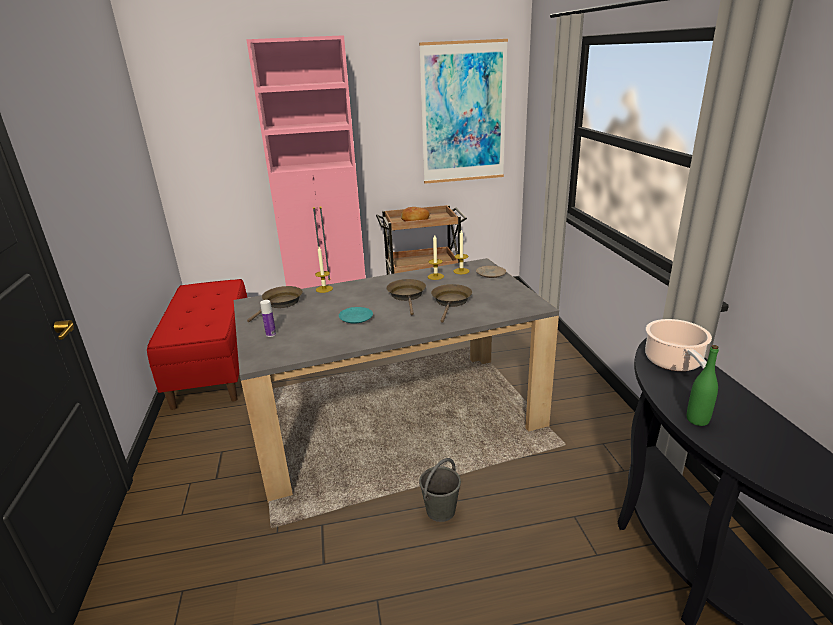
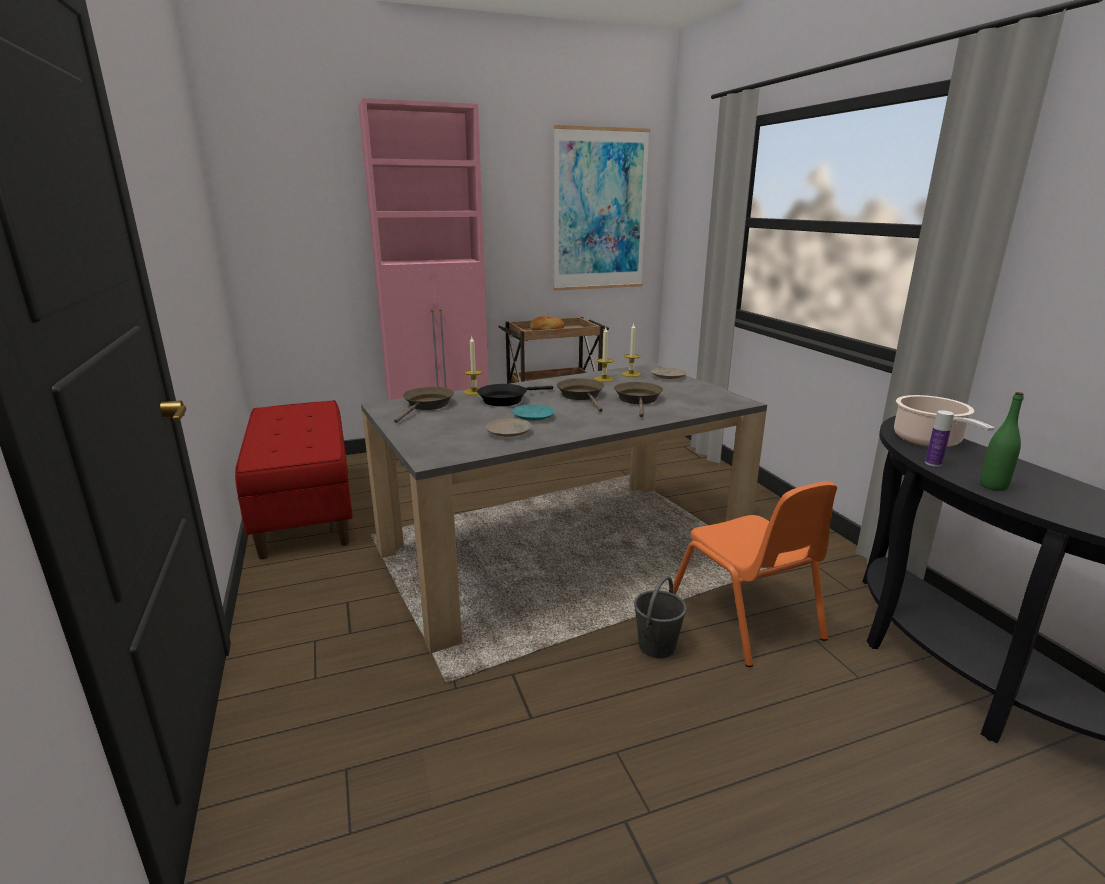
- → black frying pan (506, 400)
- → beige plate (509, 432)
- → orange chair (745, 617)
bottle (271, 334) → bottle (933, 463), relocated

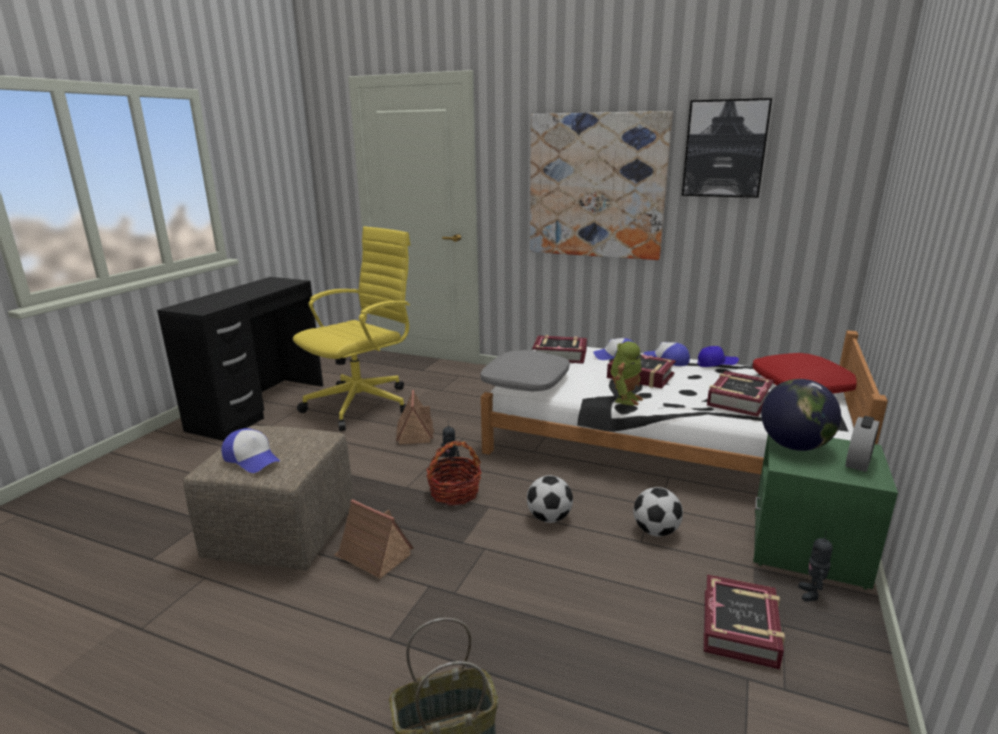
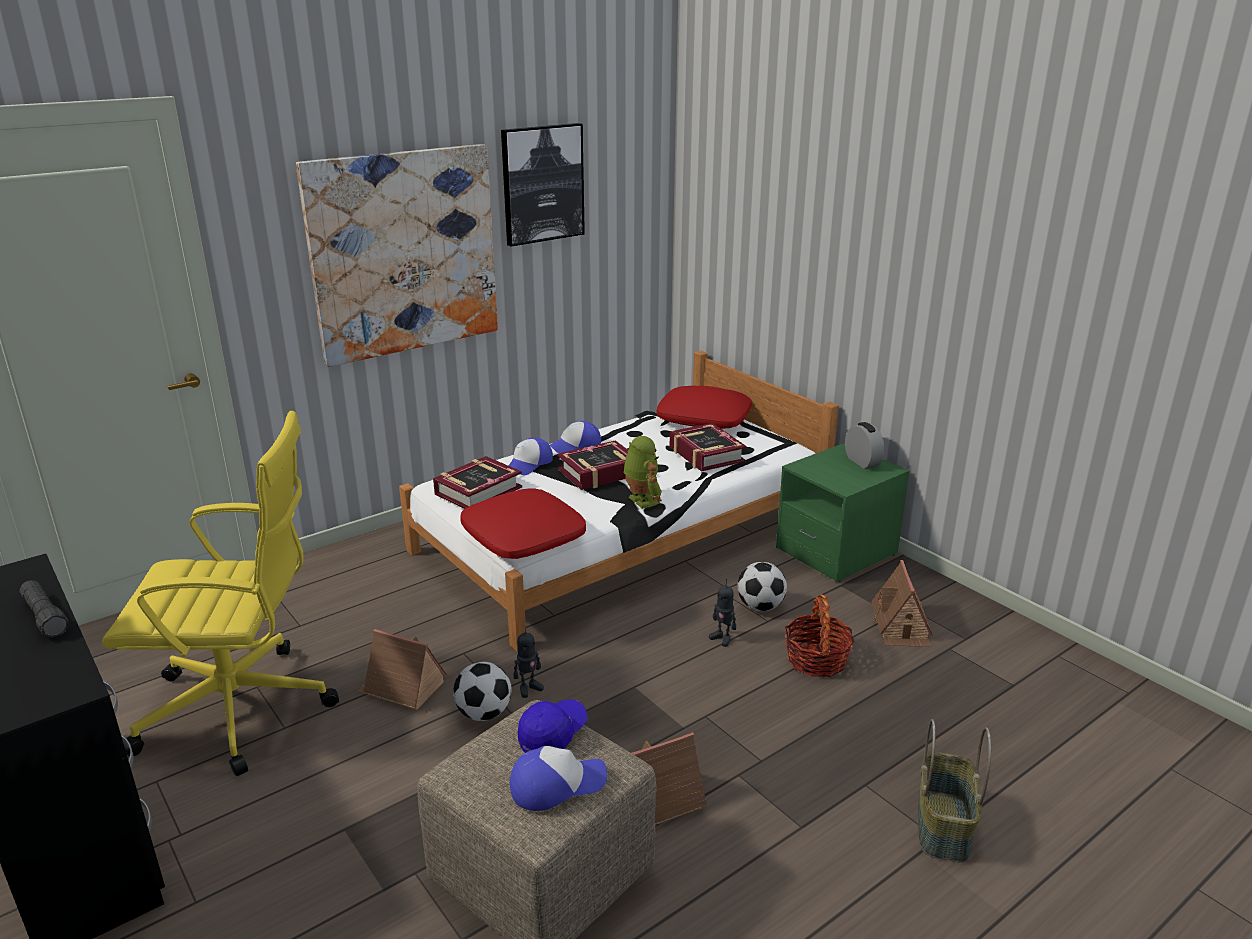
globe (794, 446) → -
- → black flashlight (45, 617)
basket (454, 493) → basket (816, 660), relocated
football (549, 518) → football (484, 714), relocated
blue cap (716, 365) → blue cap (552, 734), relocated
toy robot (811, 594) → toy robot (722, 638), relocated
book (740, 628) → toy house (901, 626)
grey pillow (526, 382) → red pillow (524, 536)
yellow office chair (363, 404) → yellow office chair (242, 709), 105 degrees clockwise

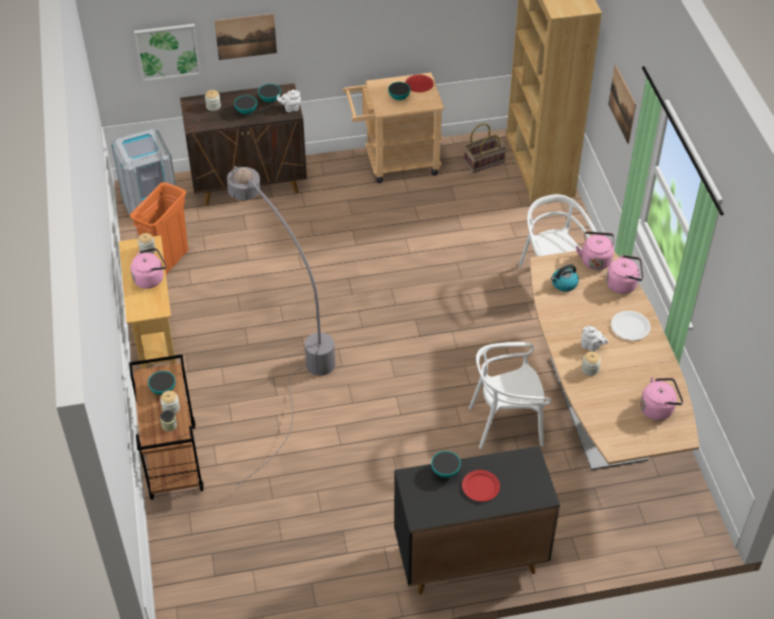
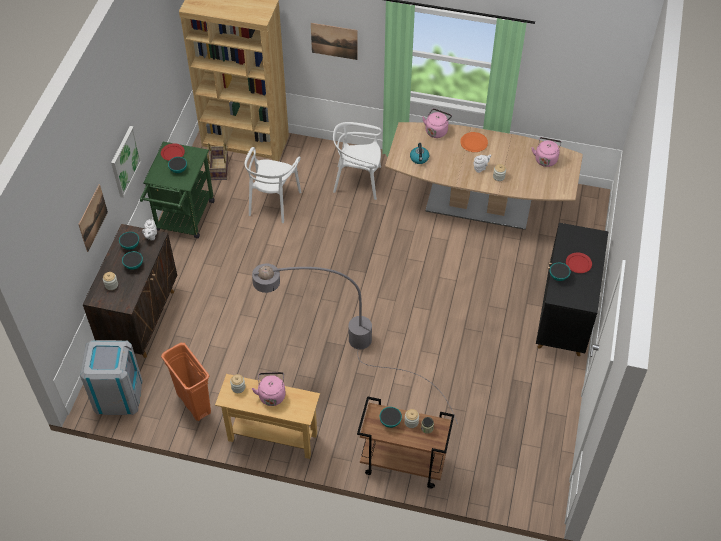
pink kettle (595, 260) → -
picture (167, 51) → picture (125, 161), relocated
white chair (506, 423) → white chair (273, 202), relocated
beige cart (394, 163) → green cart (183, 220)
white plate (630, 326) → orange plate (473, 143)

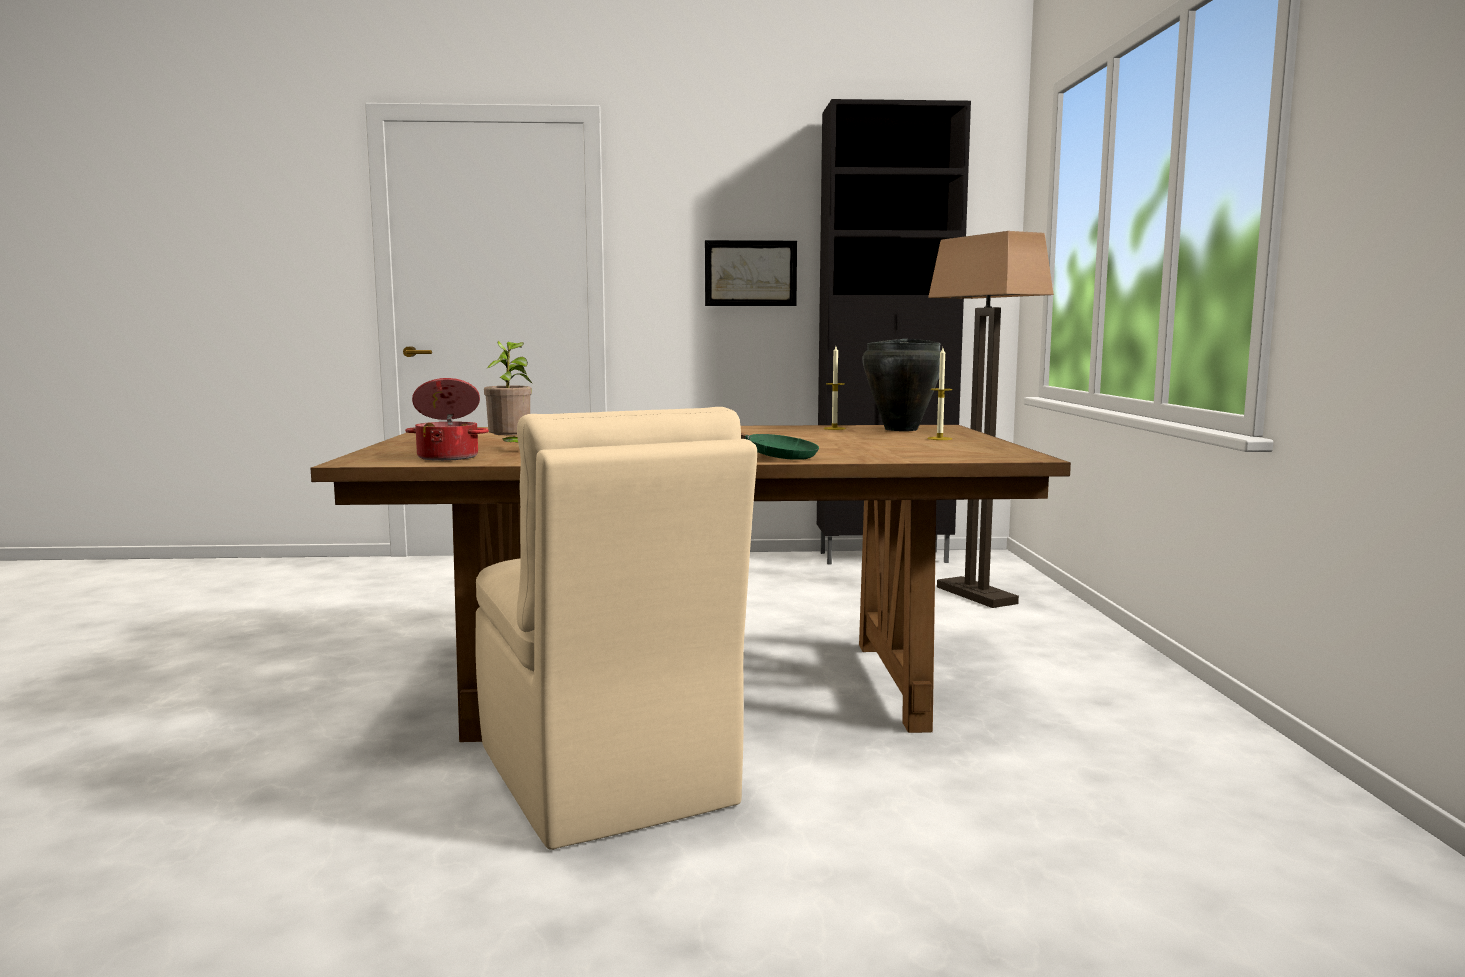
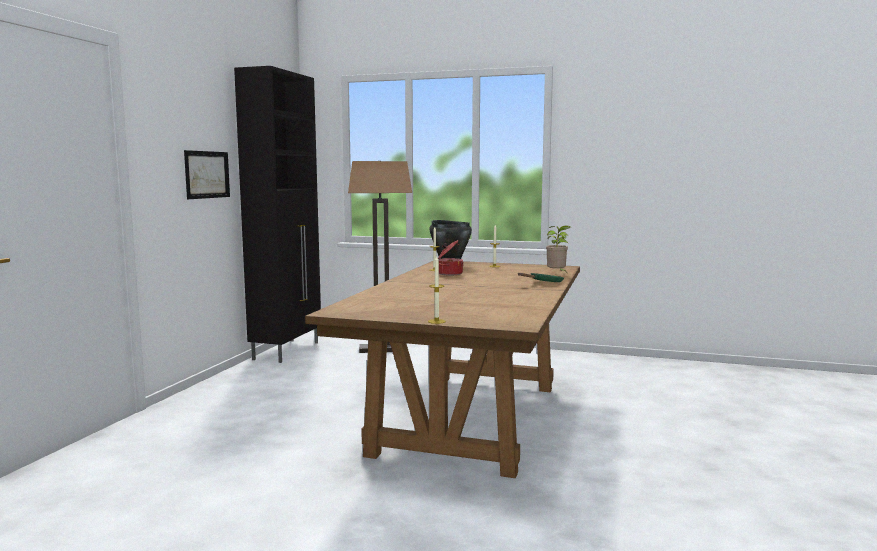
beige chair (605, 778) → -
- → candle (436, 321)
cooking pot (448, 457) → cooking pot (449, 273), relocated
potted plant (511, 449) → potted plant (557, 274), relocated

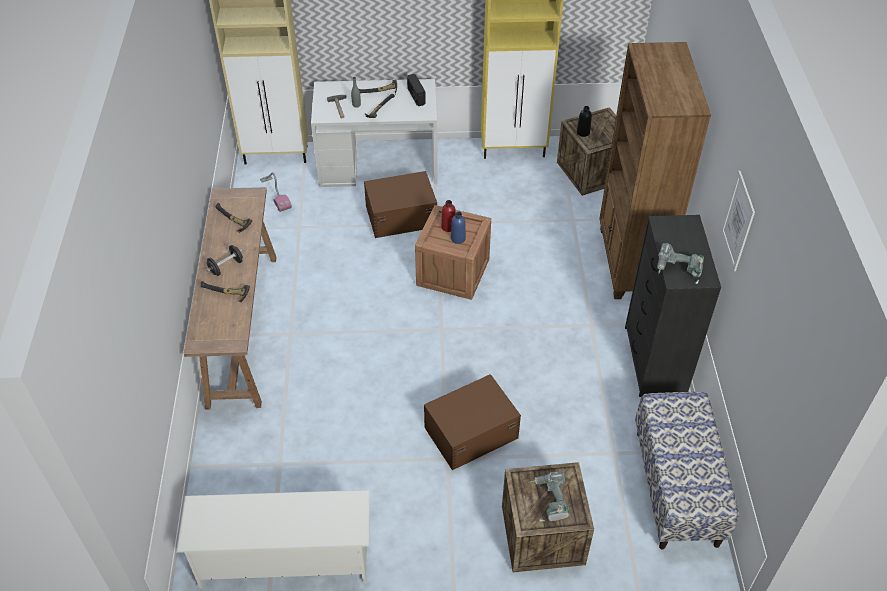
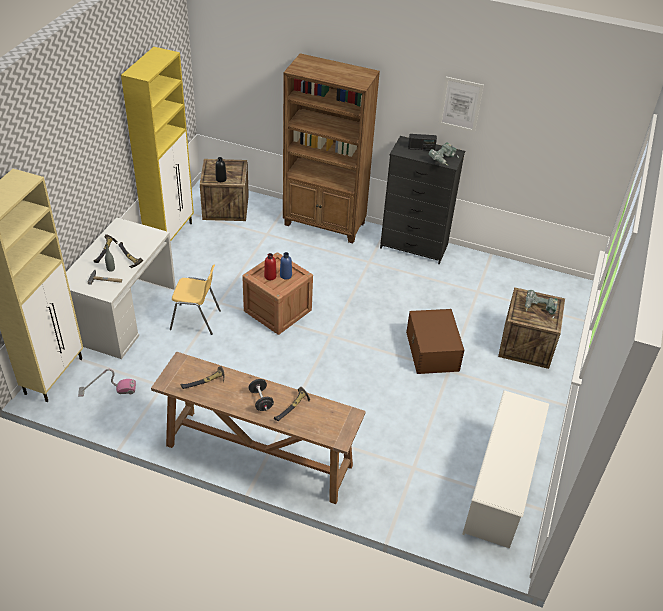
bench (677, 487) → -
radio (416, 96) → radio (421, 148), relocated
brown storage box (400, 216) → yellow chair (196, 320)

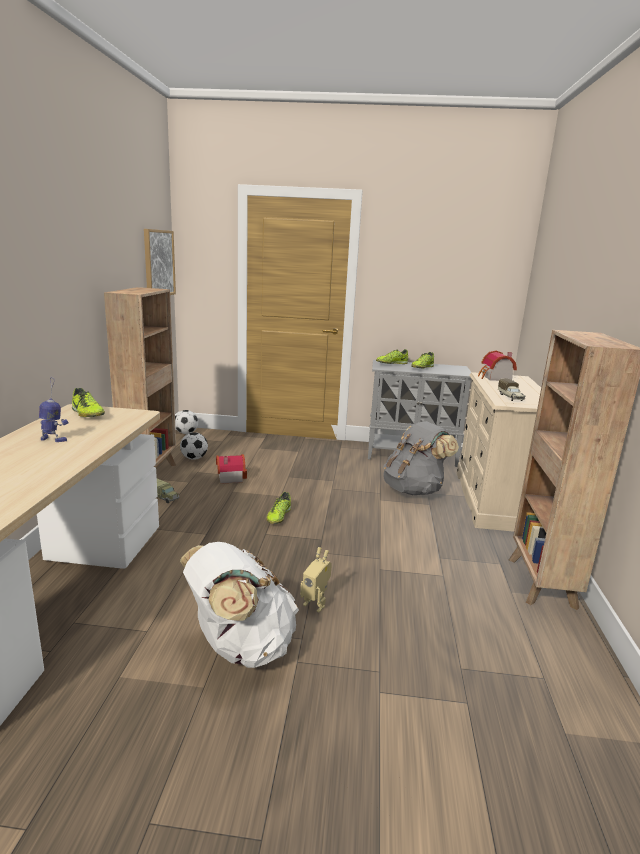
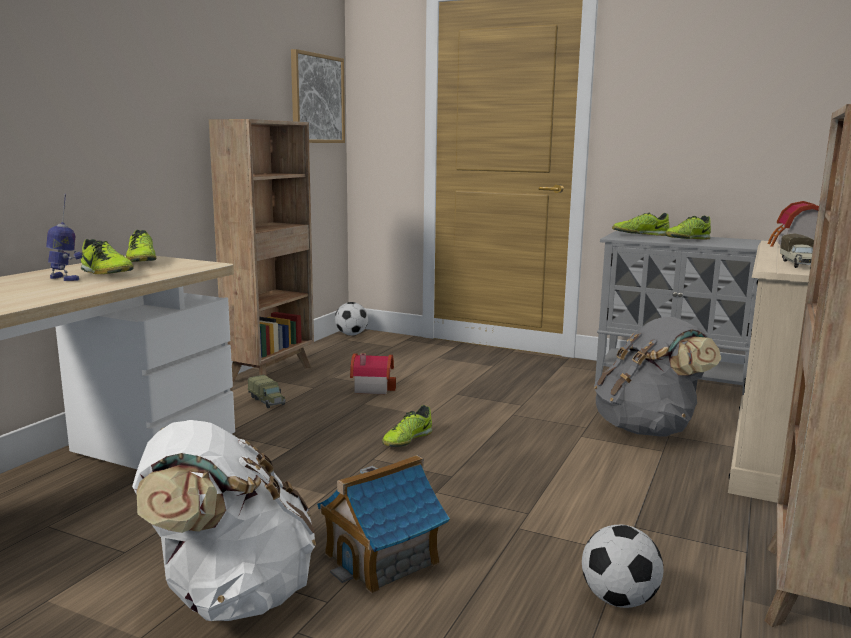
- → shoe (106, 274)
football (194, 458) → football (619, 600), relocated
toy robot (316, 604) → toy house (382, 558)

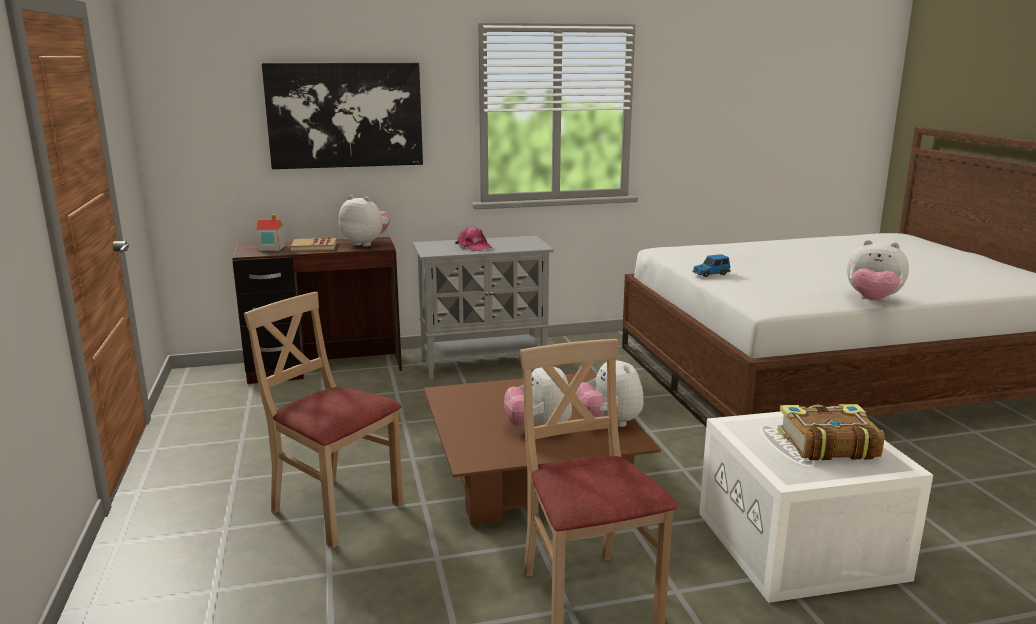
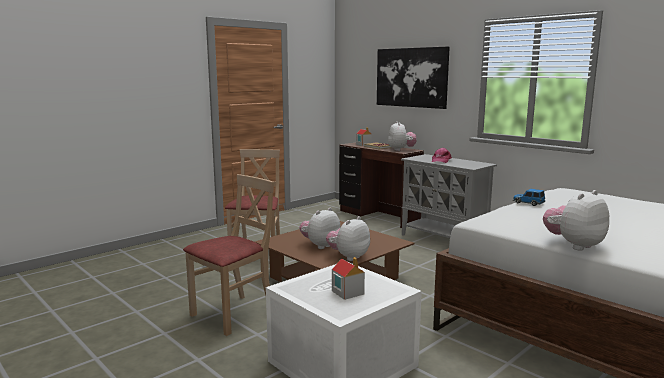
book (826, 444) → toy house (347, 292)
plush toy (872, 301) → plush toy (574, 245), 60 degrees clockwise

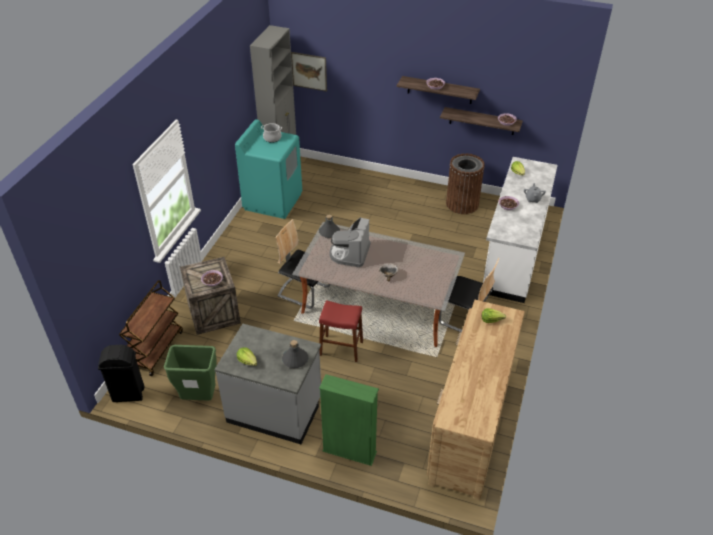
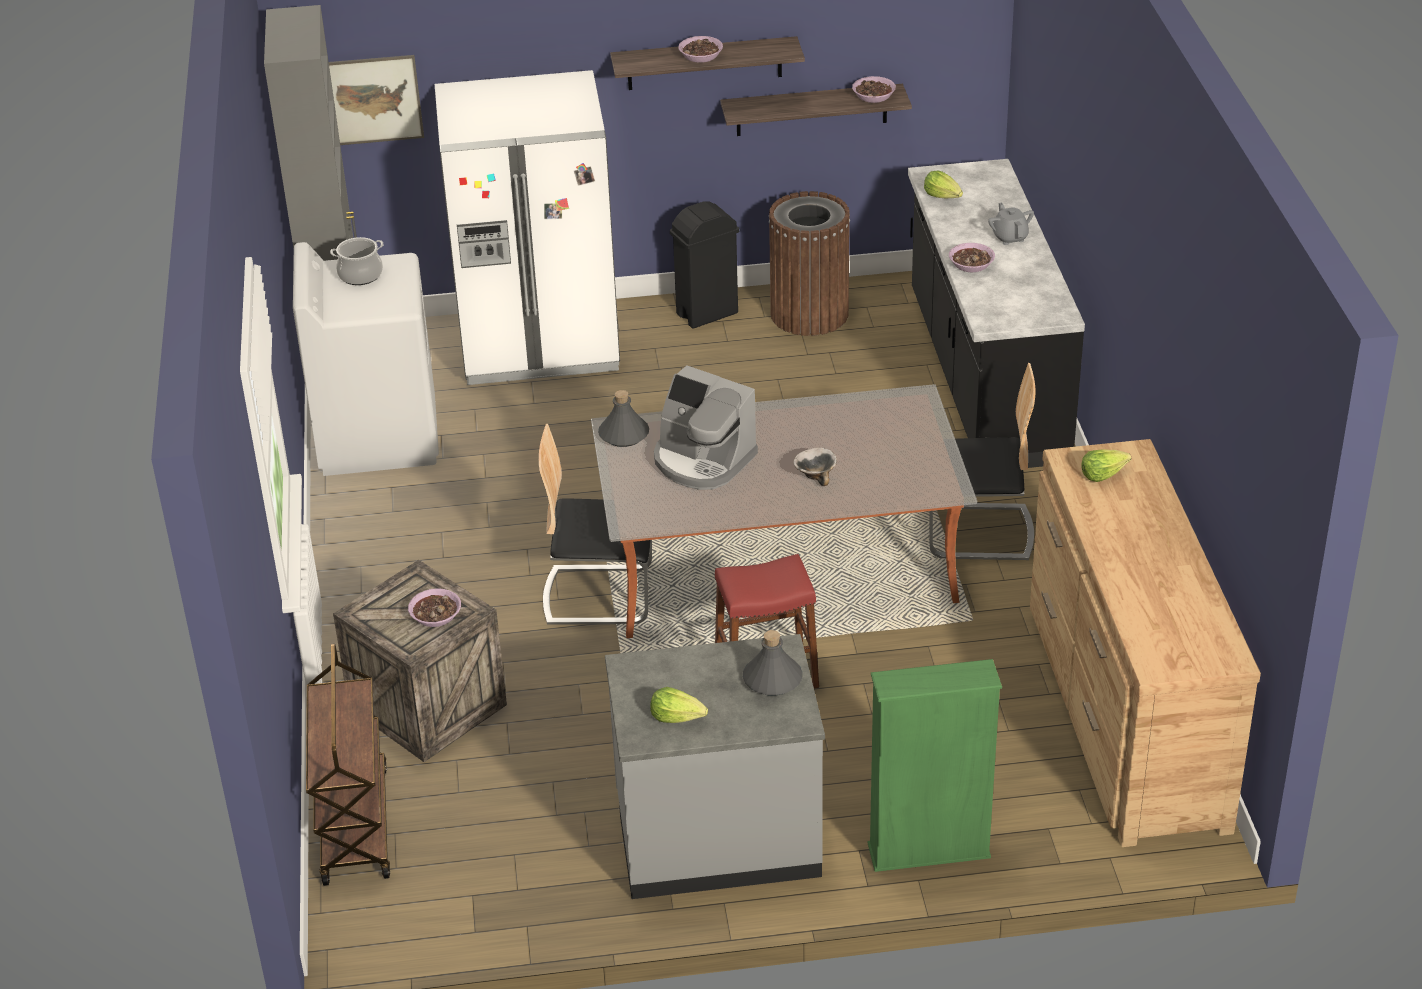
green trash can (200, 398) → -
- → white fridge (539, 344)
black trash can (128, 394) → black trash can (706, 314), relocated
turquoise washing machine (273, 201) → white washing machine (377, 436)
white counter (513, 254) → black counter (984, 378)
coffee machine (350, 253) → coffee machine (702, 461), 45 degrees counterclockwise

